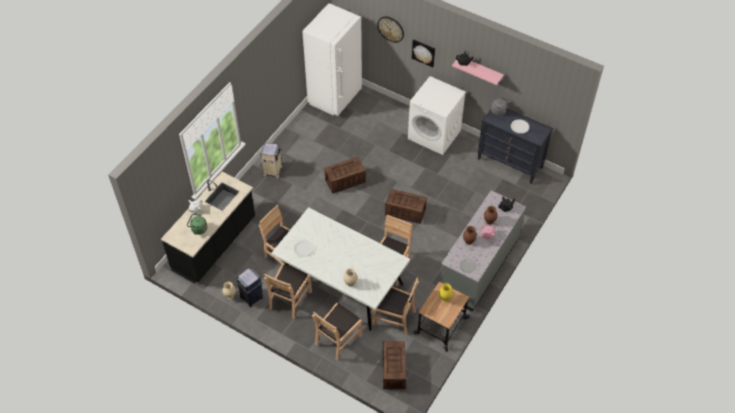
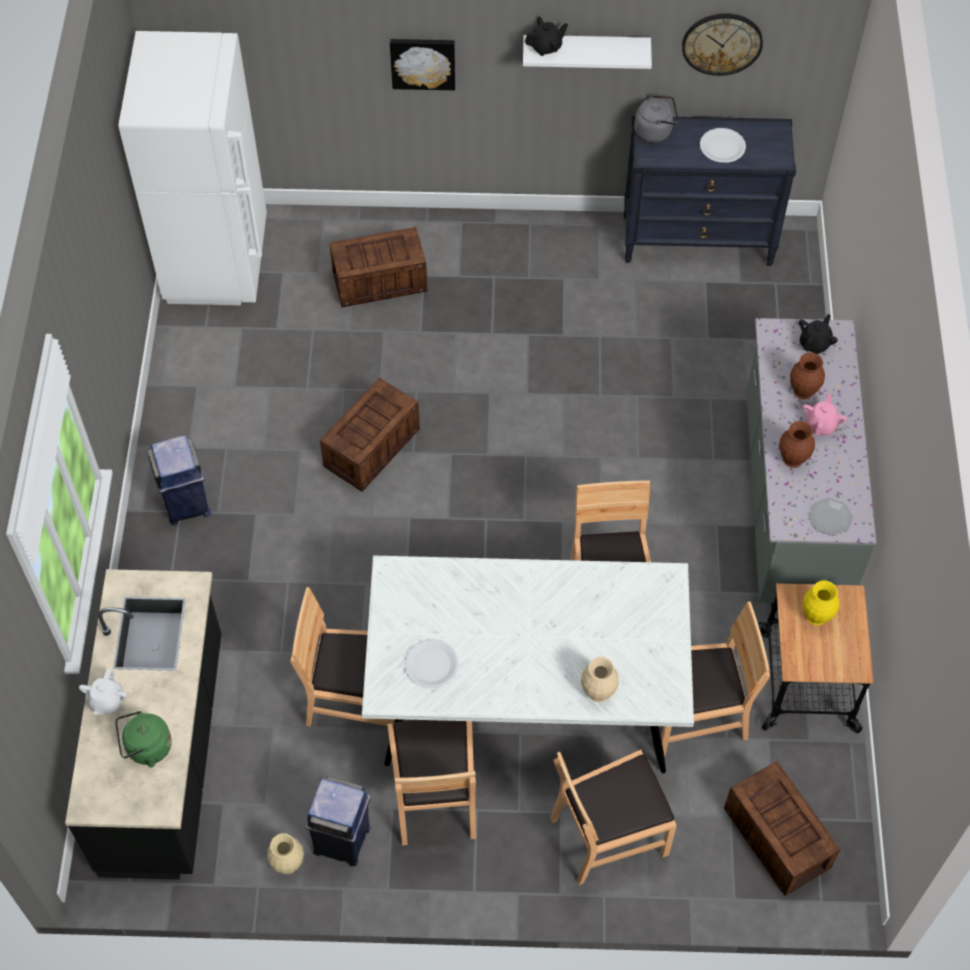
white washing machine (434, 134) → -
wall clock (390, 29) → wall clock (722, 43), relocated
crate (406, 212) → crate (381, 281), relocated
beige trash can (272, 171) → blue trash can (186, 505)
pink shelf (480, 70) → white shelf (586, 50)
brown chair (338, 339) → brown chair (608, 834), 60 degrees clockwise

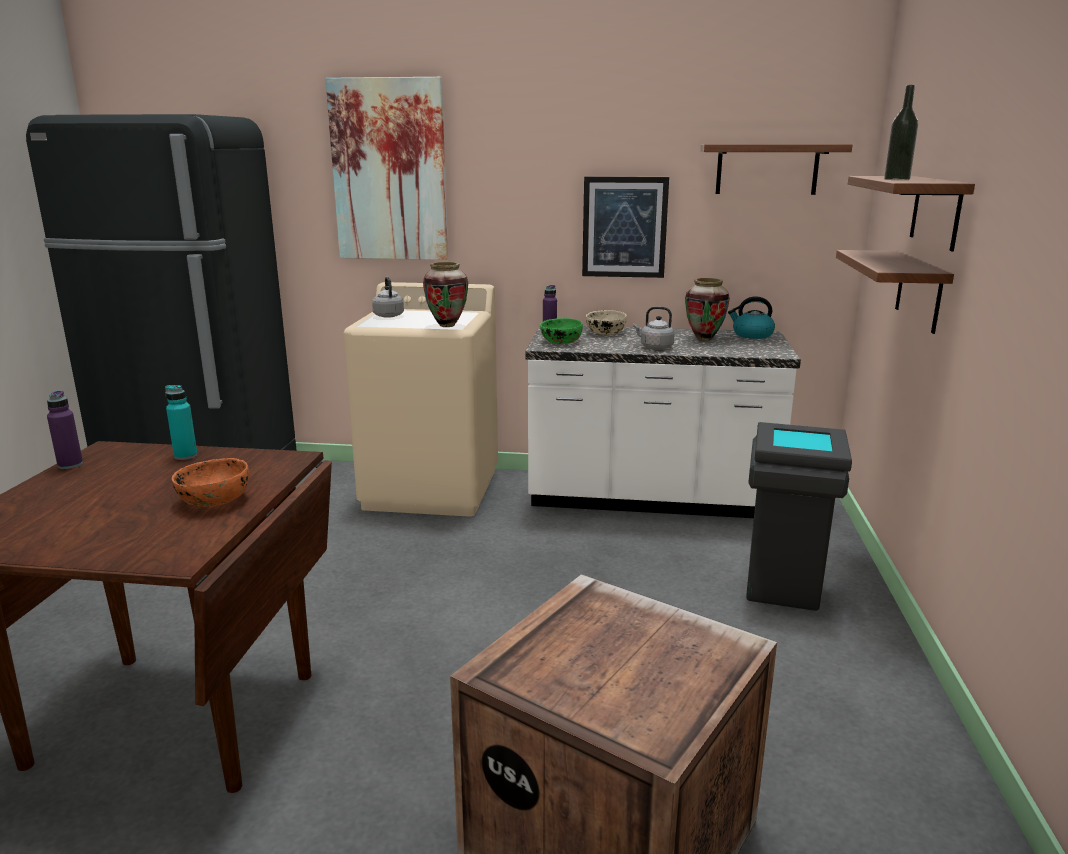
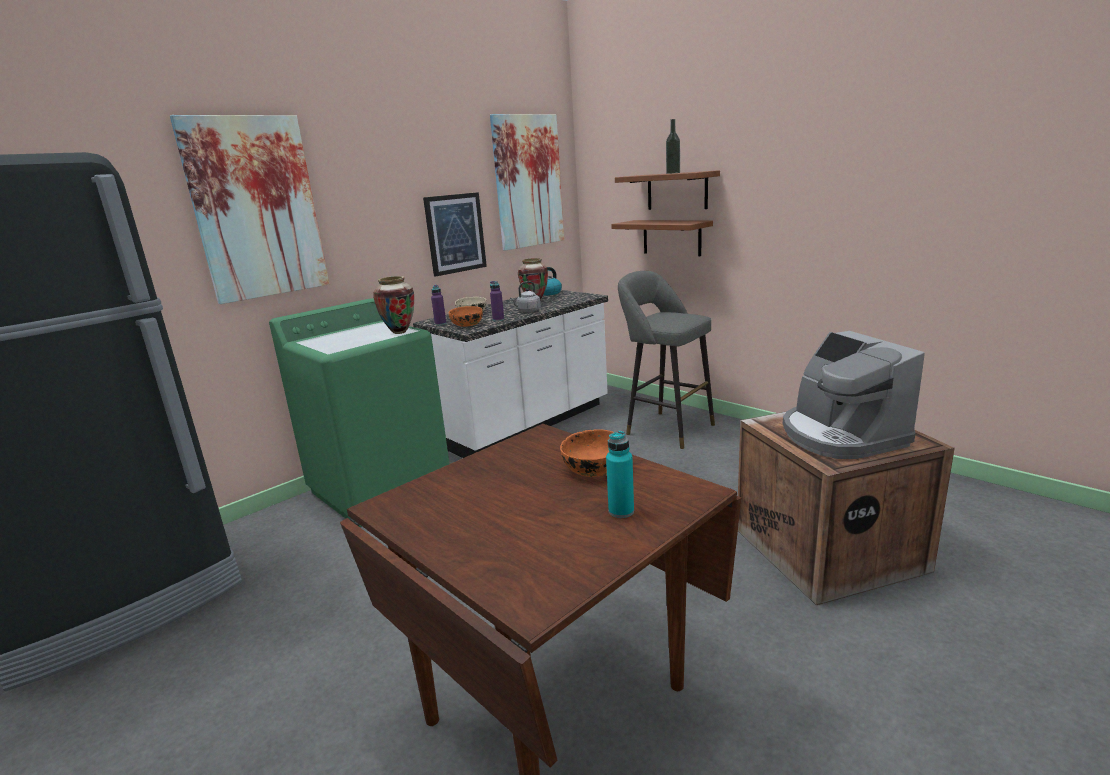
grey kettle (388, 315) → -
- → coffee machine (840, 436)
purple bottle (70, 465) → purple bottle (498, 320), relocated
turquoise bottle (185, 456) → turquoise bottle (621, 511), relocated
shelf (767, 169) → picture (528, 182)
grey trash can (782, 589) → grey stool (665, 428)
beige washing machine (432, 489) → green washing machine (381, 488)
green bowl (560, 341) → orange bowl (467, 325)

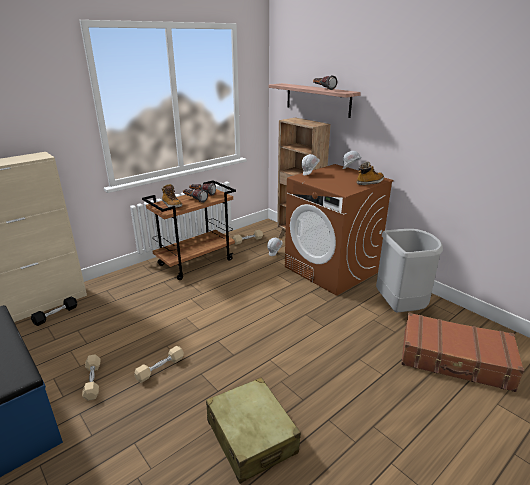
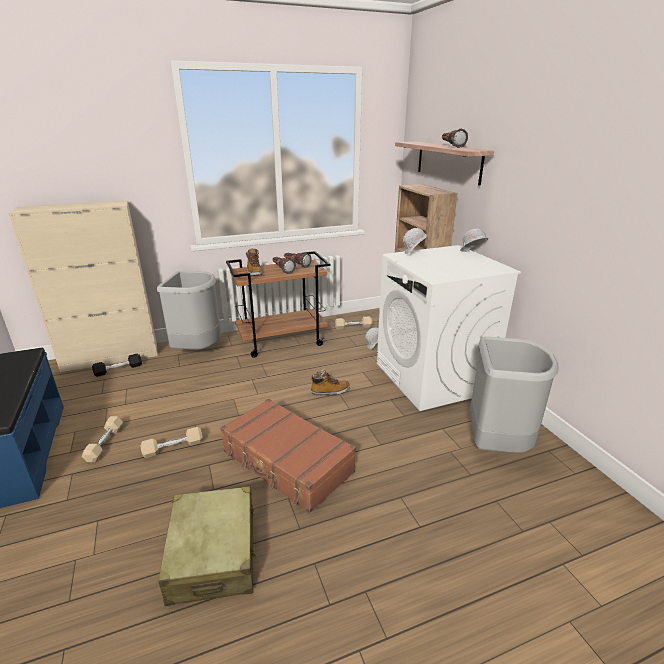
- → grey trash can (198, 350)
boot (369, 182) → boot (330, 391), relocated
brown suitcase (455, 360) → brown suitcase (287, 462), relocated
brown washing machine (331, 269) → white washing machine (433, 378)

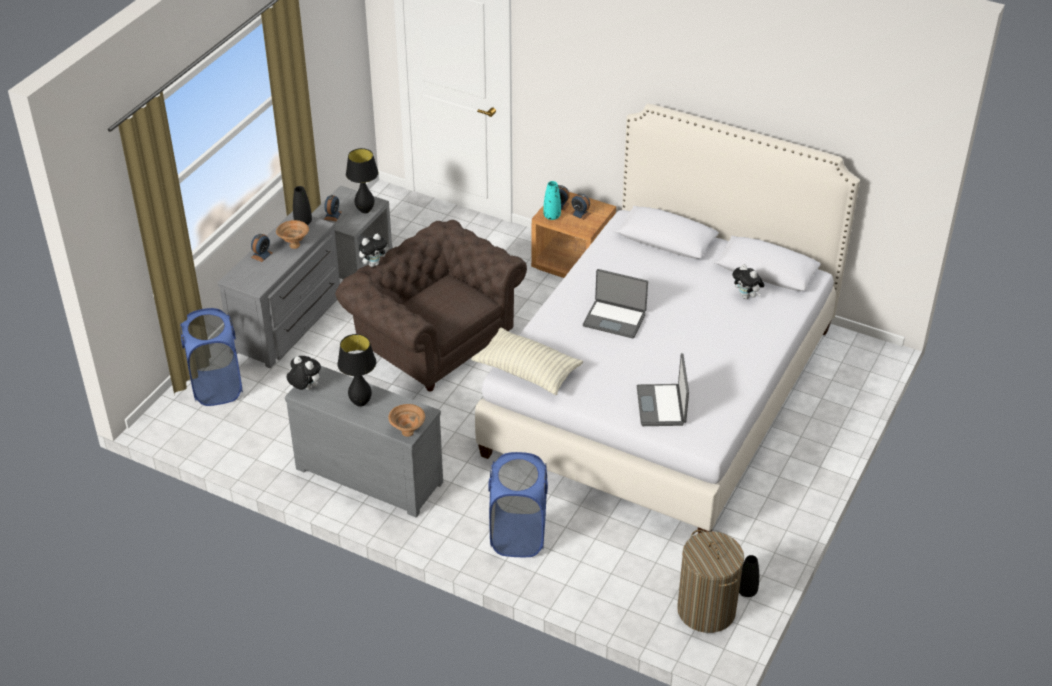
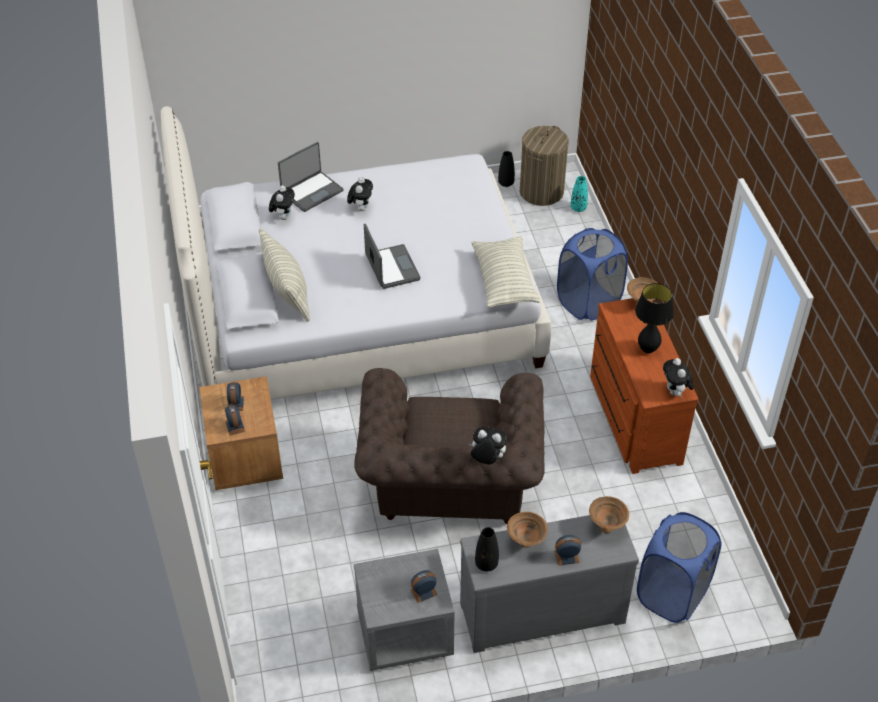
black table lamp (365, 210) → -
- → pillow (287, 292)
- → plush toy (361, 208)
- → brown bowl (606, 526)
turquoise vase (552, 216) → turquoise vase (578, 208), relocated
laptop (662, 406) → laptop (311, 191), relocated
grey dresser (371, 473) → brown dresser (632, 417)

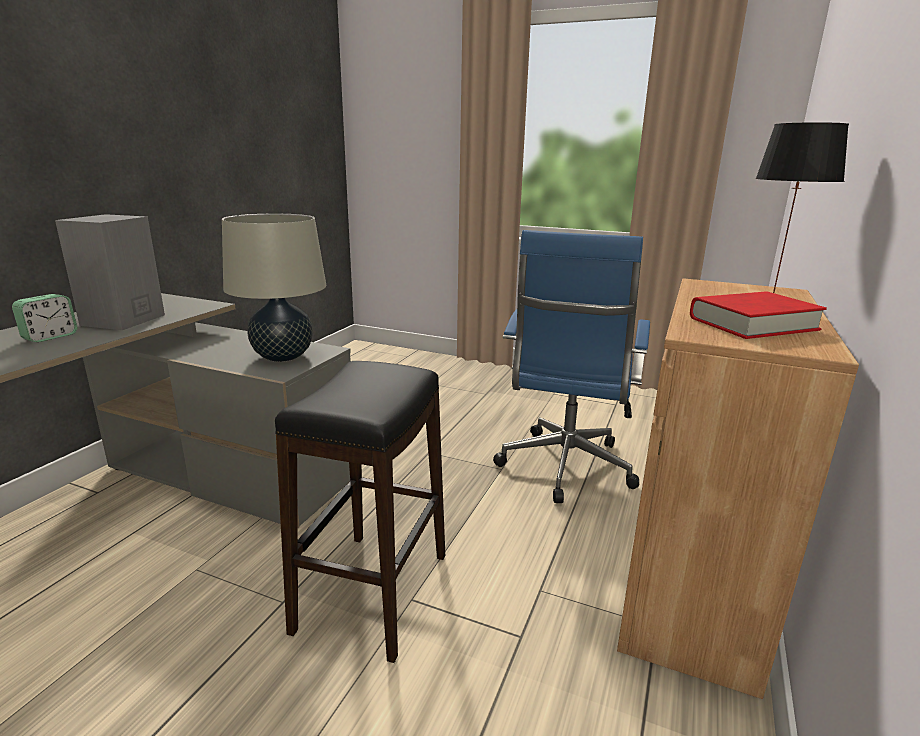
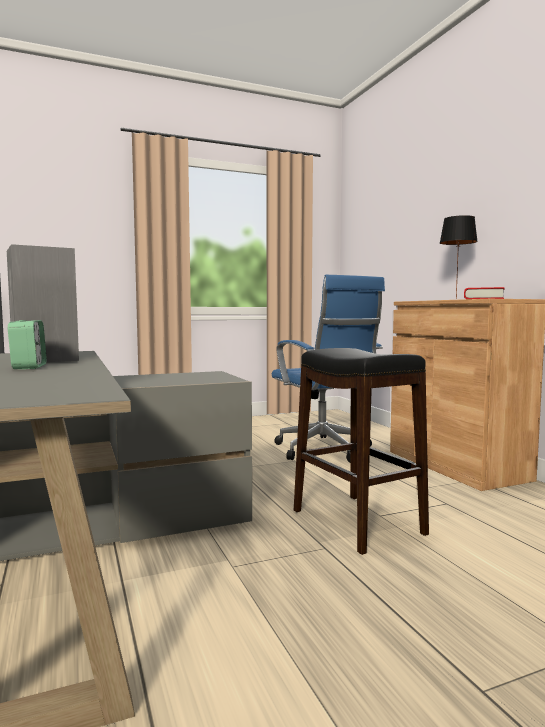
beige table lamp (283, 356) → -

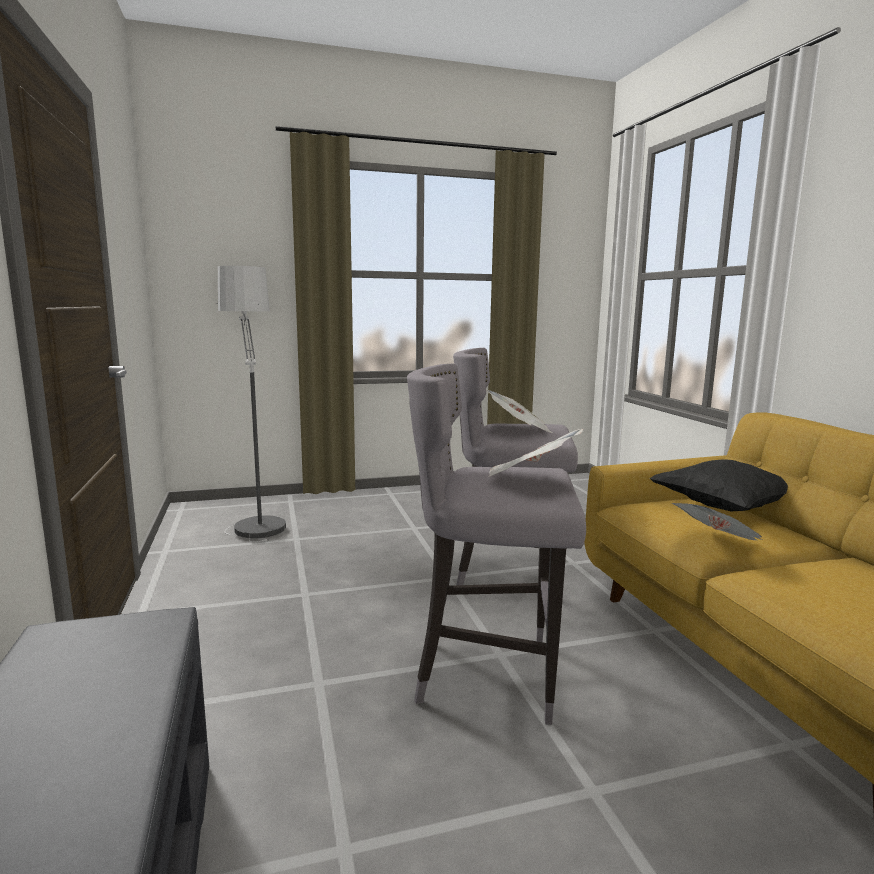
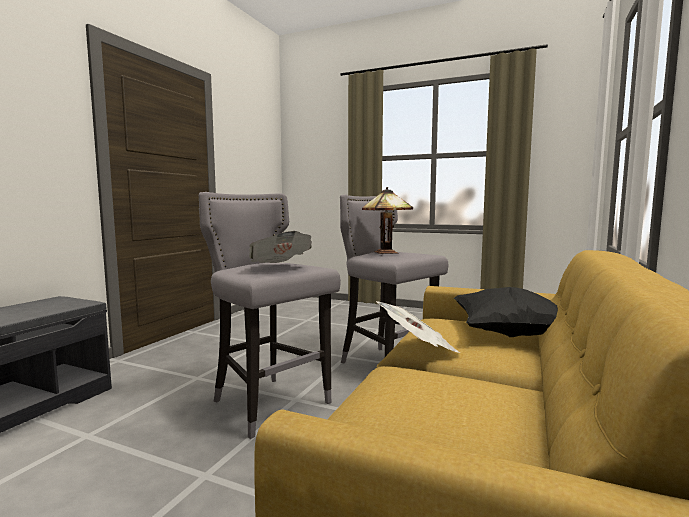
floor lamp (255, 518) → -
newspaper (519, 429) → table lamp (387, 253)

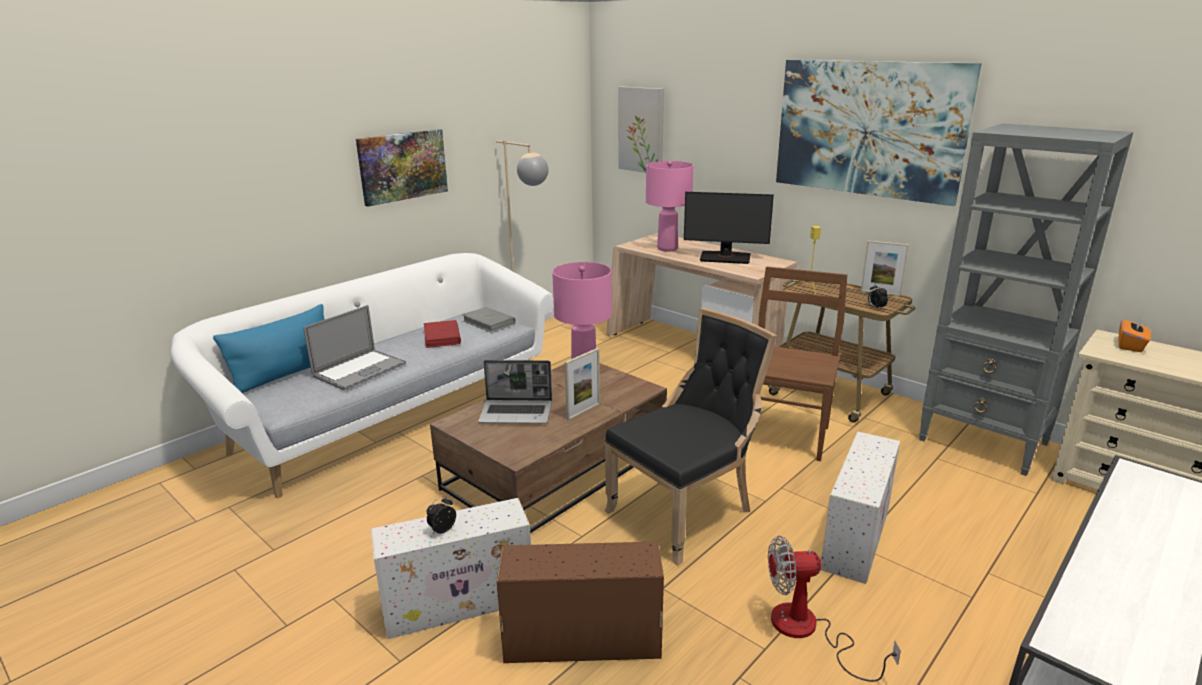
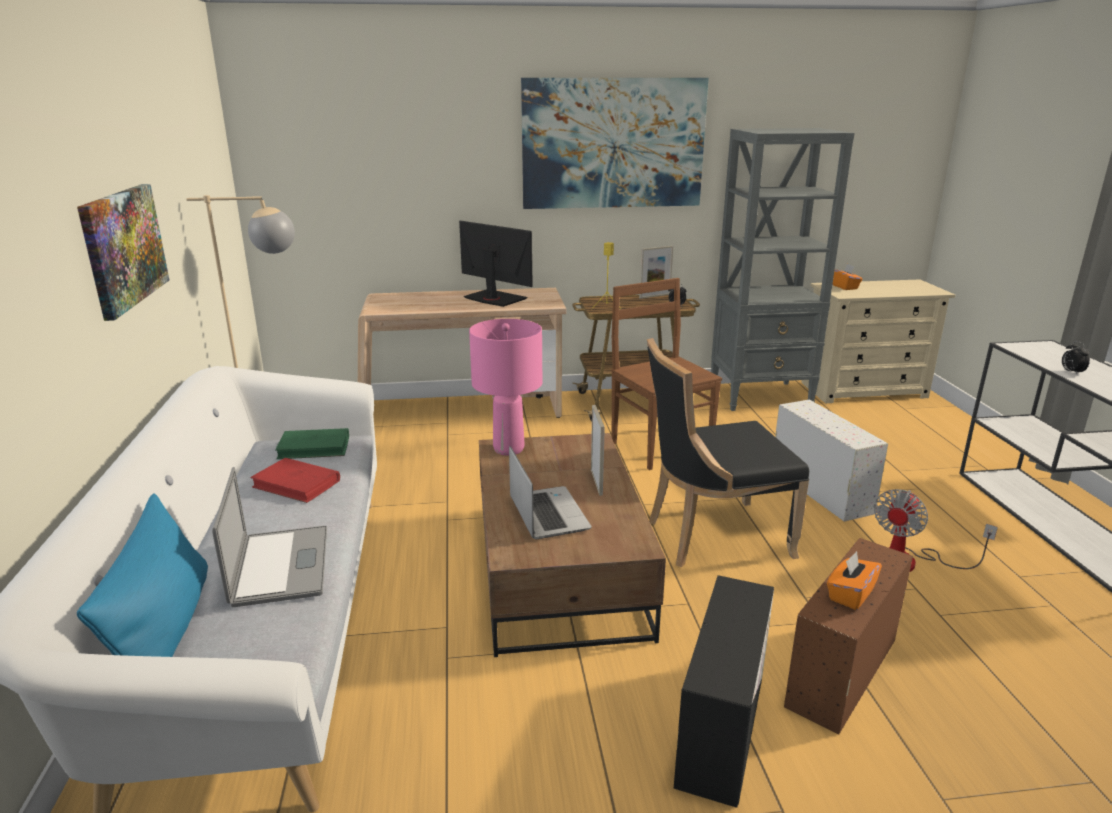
picture (641, 130) → -
pink table lamp (668, 248) → -
- → orange tissue box (850, 594)
alarm clock (442, 529) → alarm clock (1071, 372), relocated
white storage box (461, 603) → black storage box (722, 724)
grey book (489, 322) → green book (314, 447)
laptop (517, 413) → laptop (547, 514), 60 degrees counterclockwise
black chair (686, 512) → black chair (712, 537), 105 degrees counterclockwise
monitor (725, 257) → monitor (494, 299), 105 degrees counterclockwise

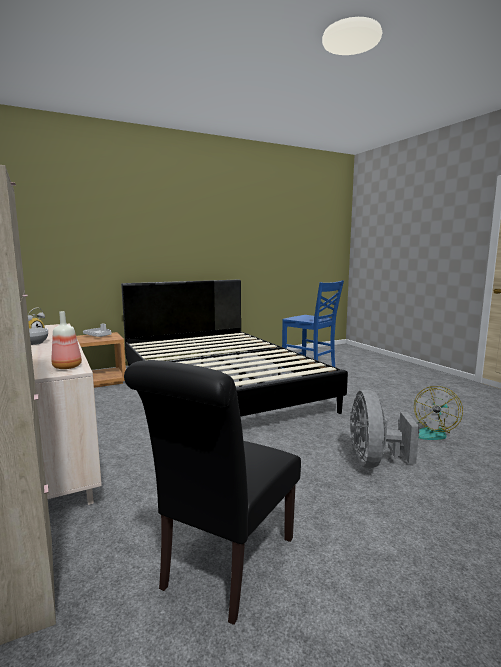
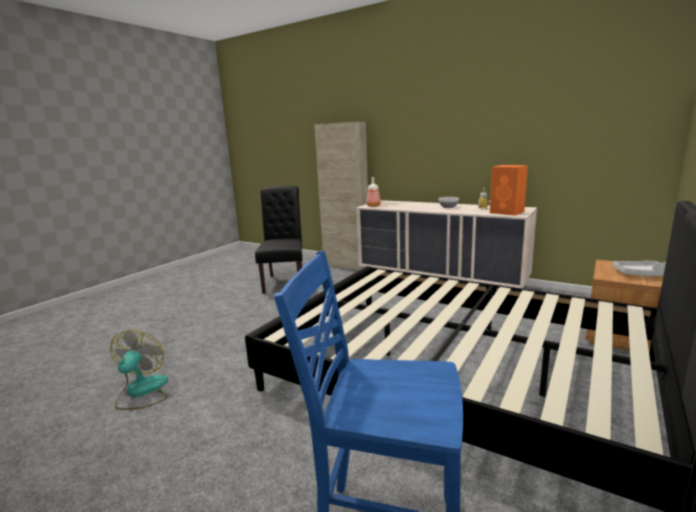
grey fan (374, 461) → -
- → orange speaker (507, 212)

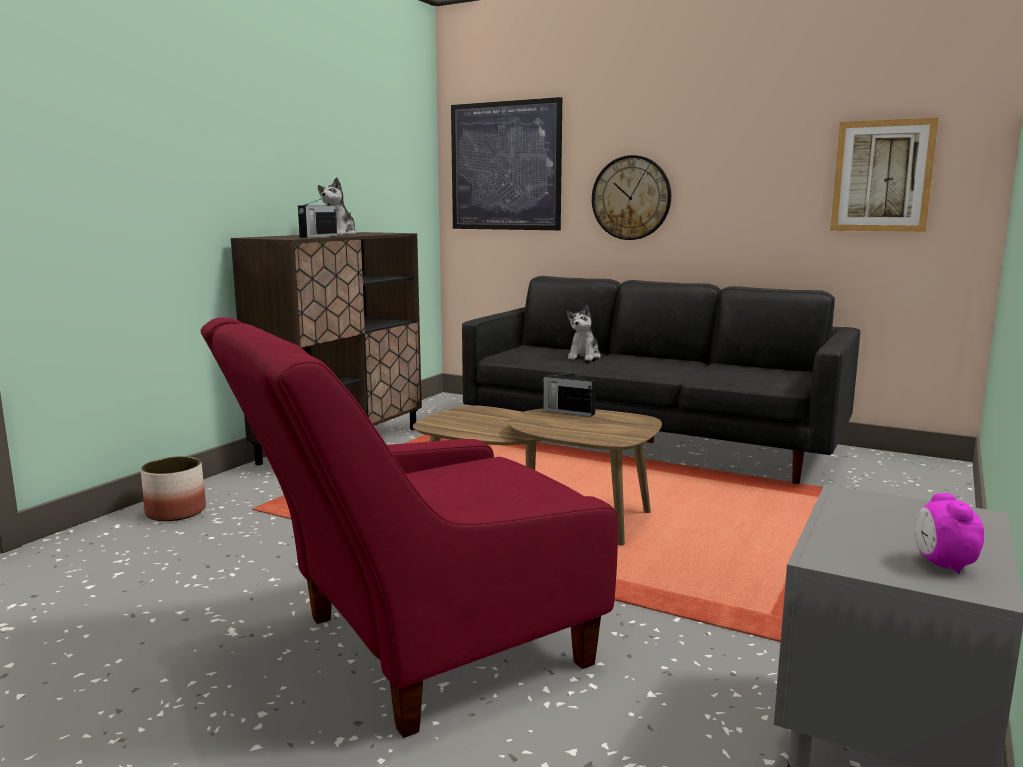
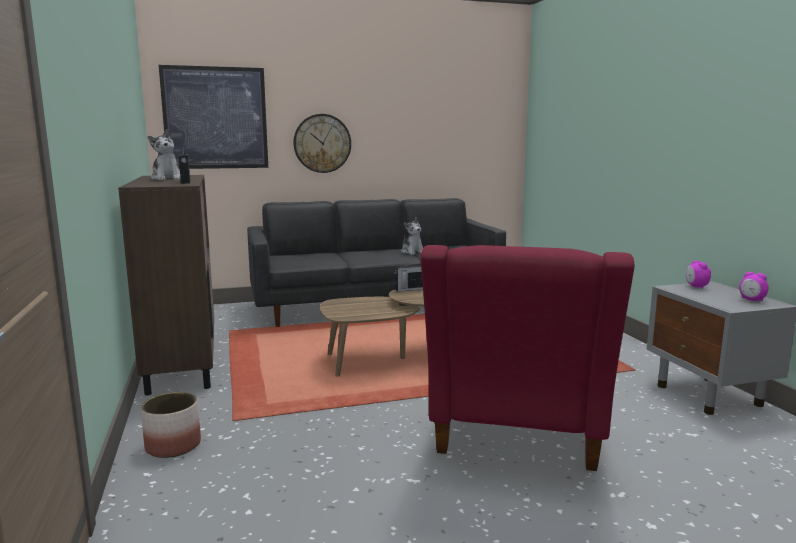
picture (882, 176) → -
- → alarm clock (696, 287)
plush toy (584, 357) → plush toy (412, 252), relocated

